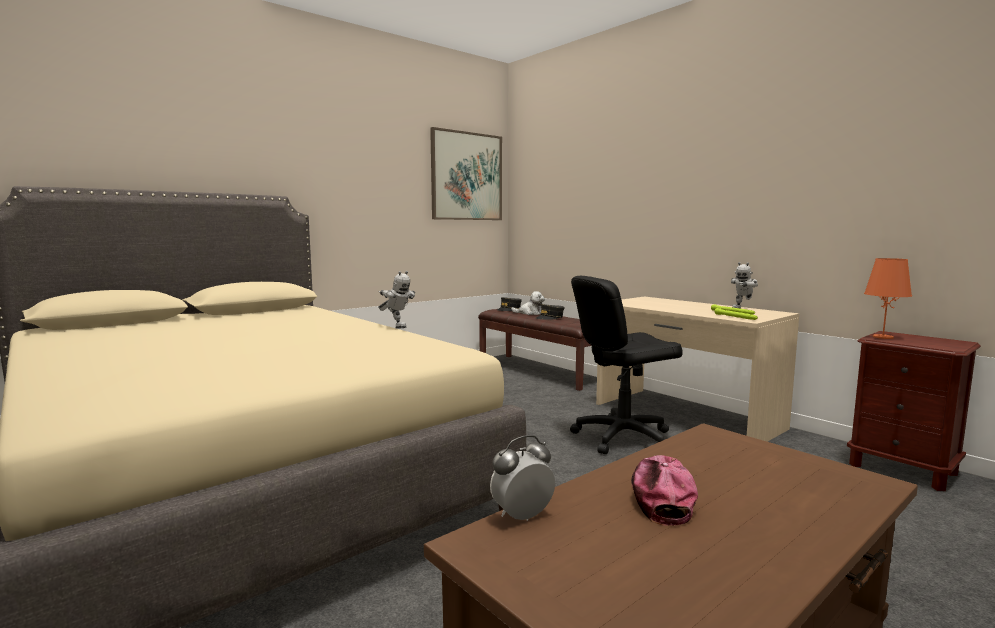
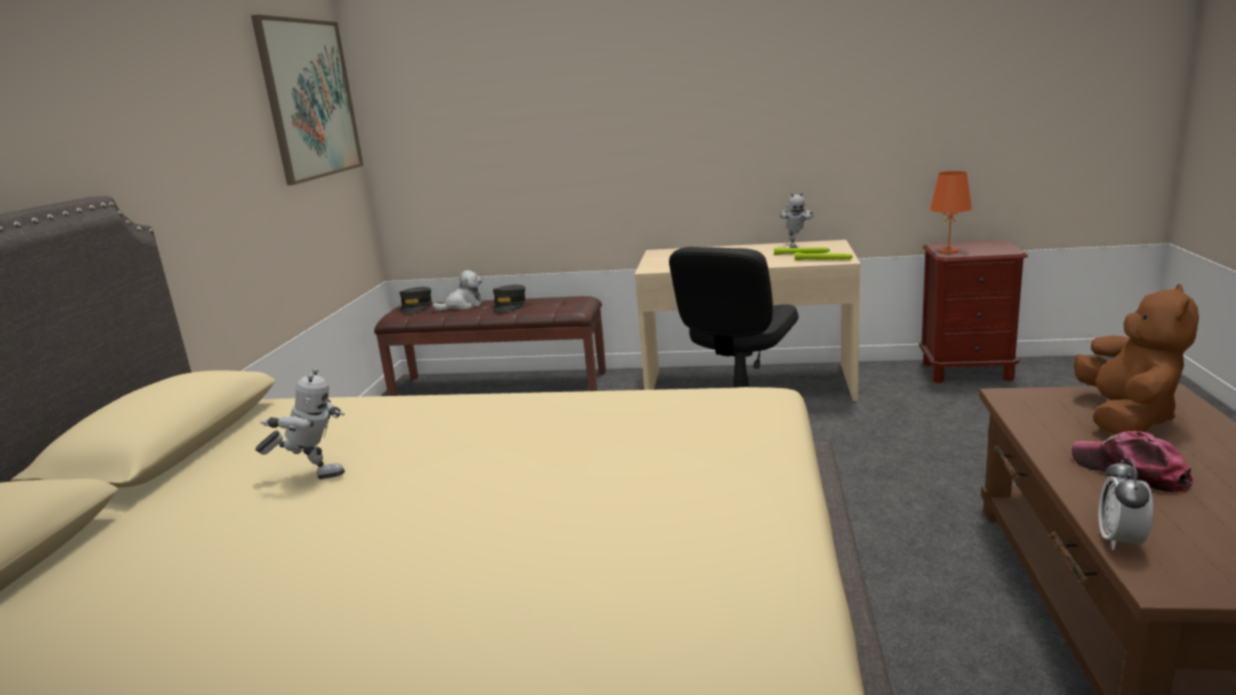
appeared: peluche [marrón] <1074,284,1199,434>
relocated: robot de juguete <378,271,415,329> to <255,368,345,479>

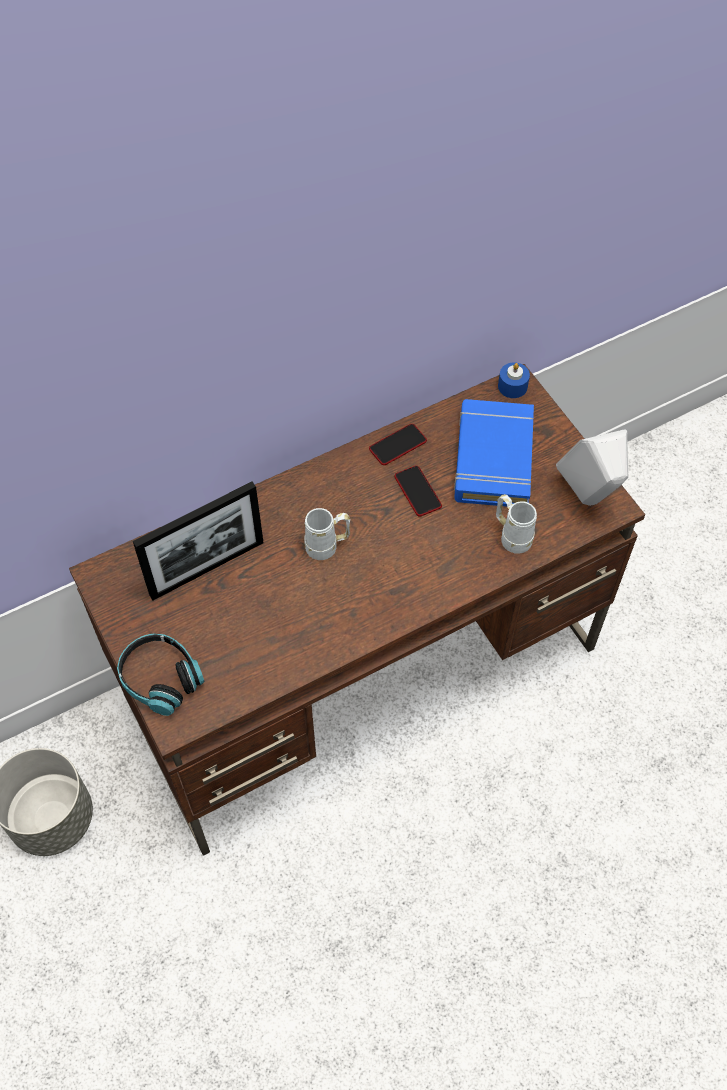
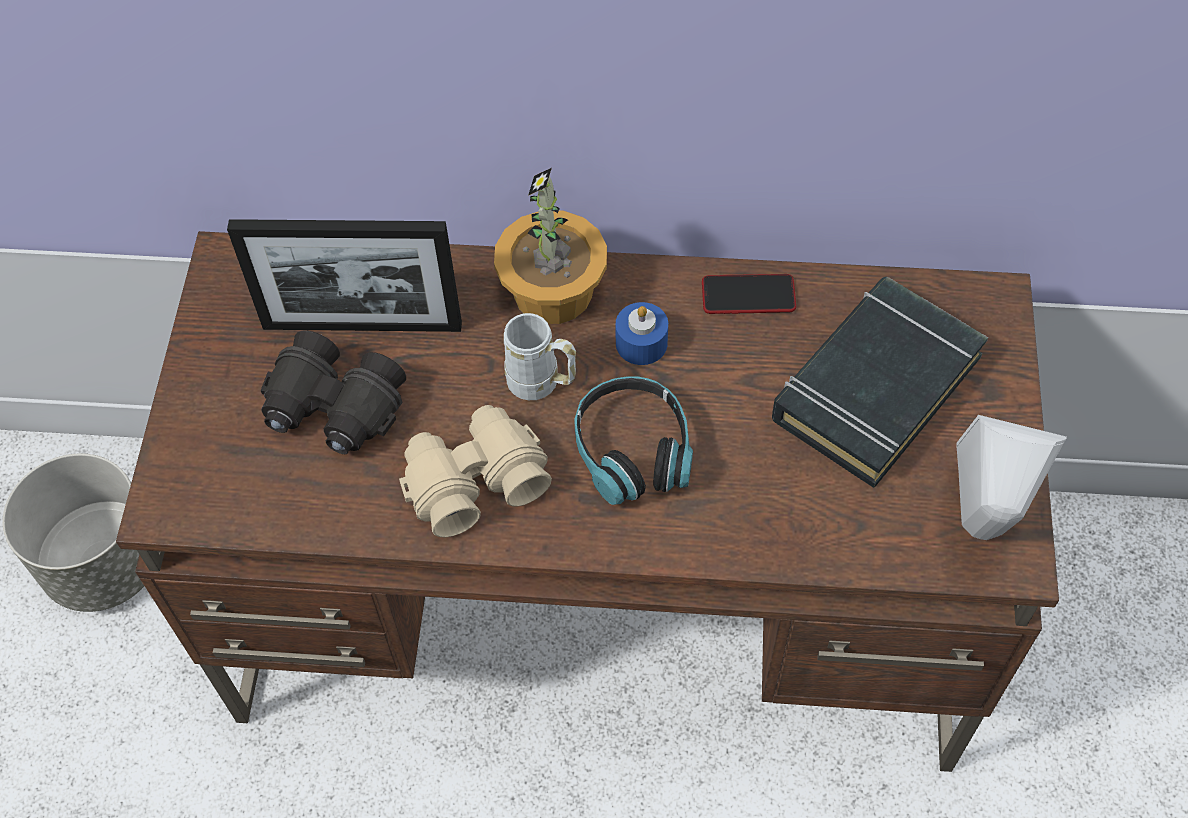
missing: móvil <394,466,442,517>; taza grande [blanco] <496,494,537,554>
appeared: planta en maceta <494,168,607,324>; prismáticos [negro] <261,330,406,454>; prismáticos [beis] <399,405,552,537>
relocated: vela [azul] <498,362,530,398> to <616,302,668,365>; auriculares <117,633,205,716> to <574,376,693,505>
colour: libro [azul] <454,399,534,507> to libro [negro] <772,277,988,488>

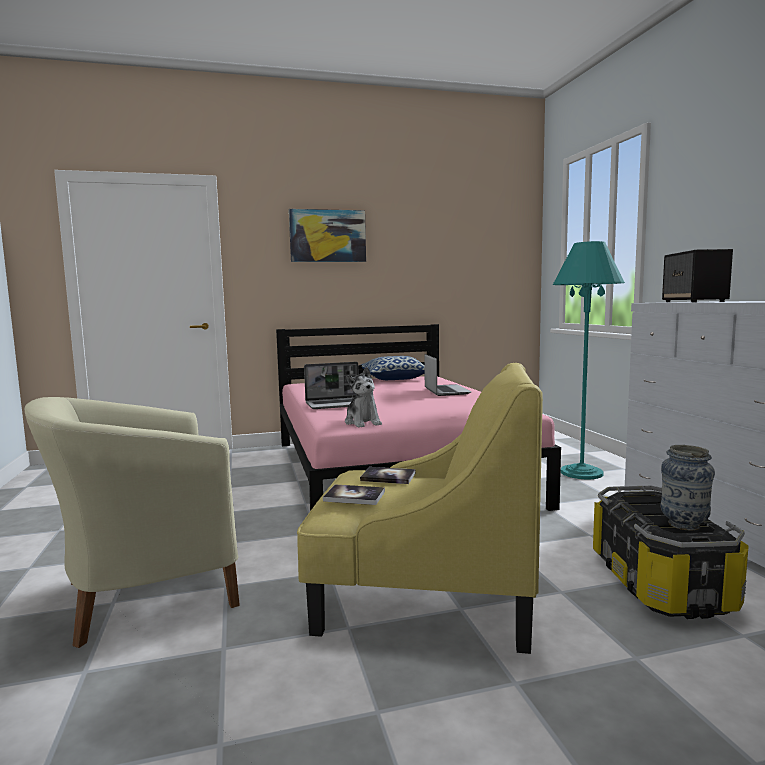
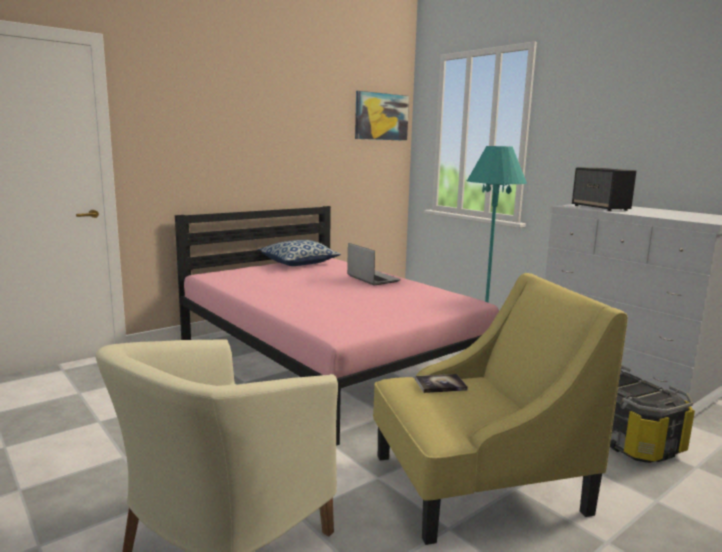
missing: portátil <304,362,359,409>; peluche <345,367,382,428>; florero <660,445,715,530>; libro <323,485,385,505>
relocated: cuadro <289,209,366,262> to <355,91,409,141>

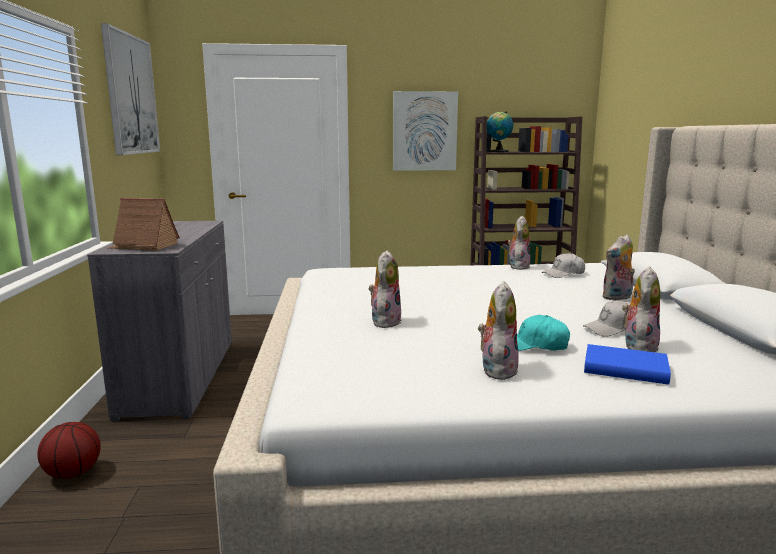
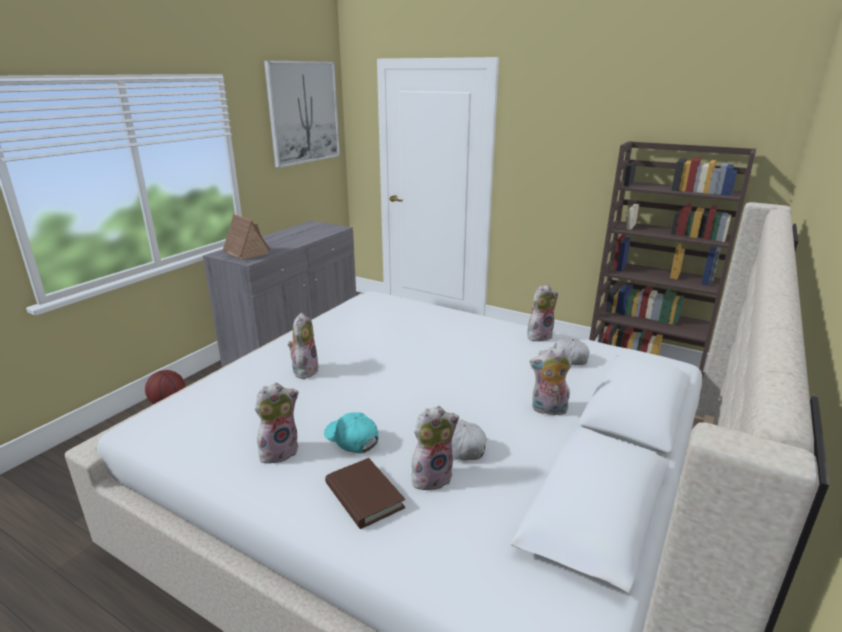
missing: cuadro <393,91,458,171>; globo terráqueo <487,112,513,152>
colour: libro [azul] <584,344,671,385> to libro [marrón] <325,458,405,529>
spun: peluche <369,250,402,328> = <288,312,319,379> 45 degrees counterclockwise

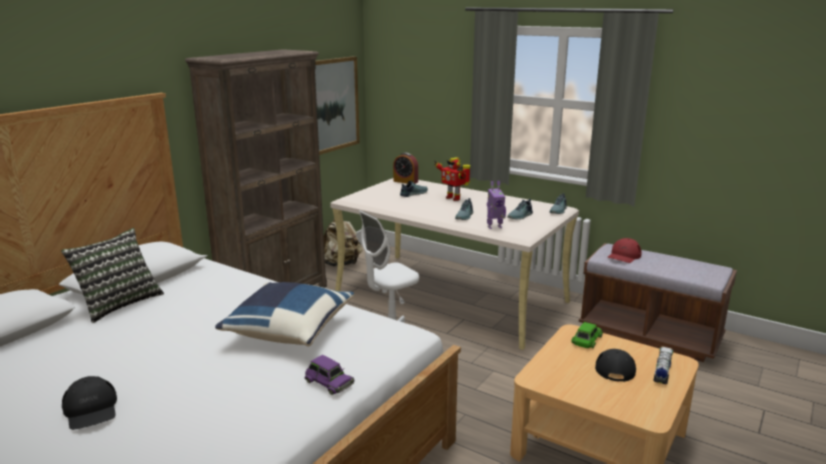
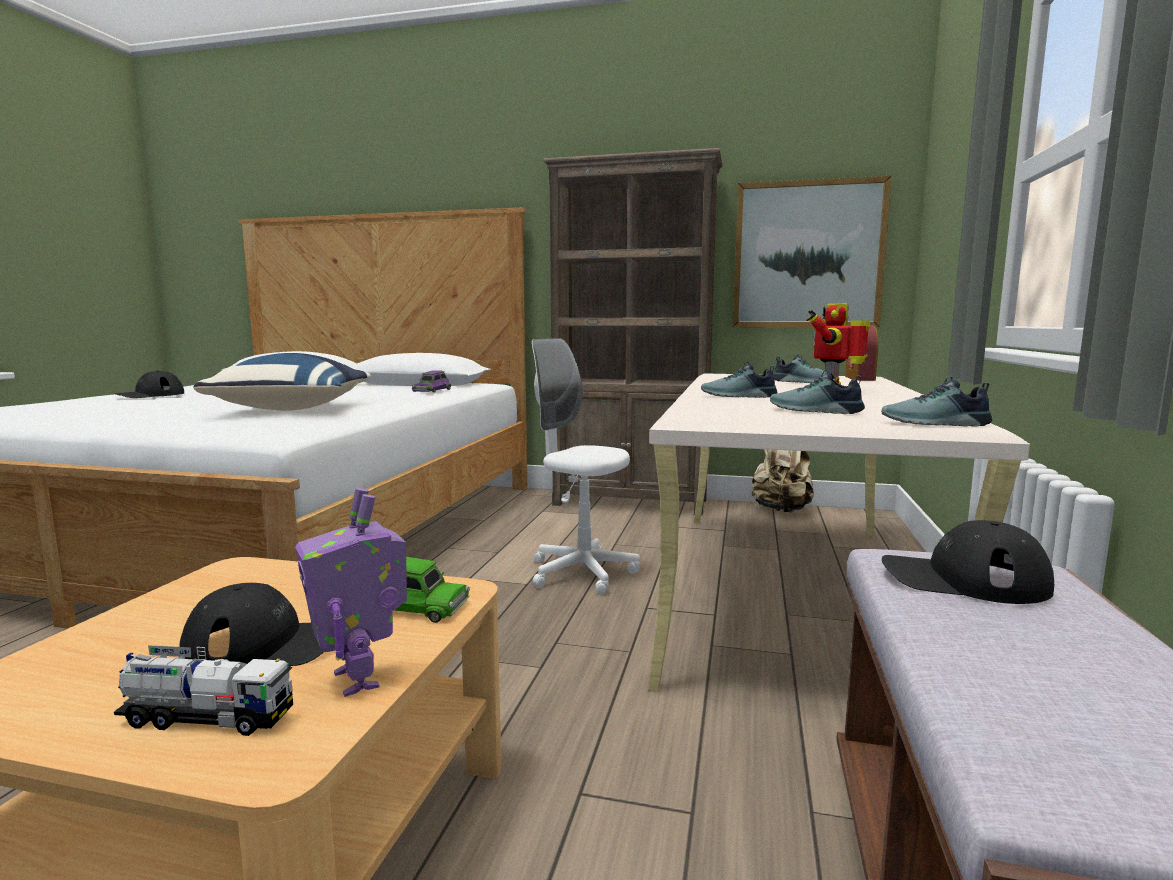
missing: cojín <61,228,164,323>
relocated: robot de juguete <487,181,506,229> to <295,488,407,697>; coche de juguete [morado] <304,355,354,395> to <412,370,451,393>
colour: gorra [rojo] <608,238,642,263> to gorra [negro] <882,520,1054,604>

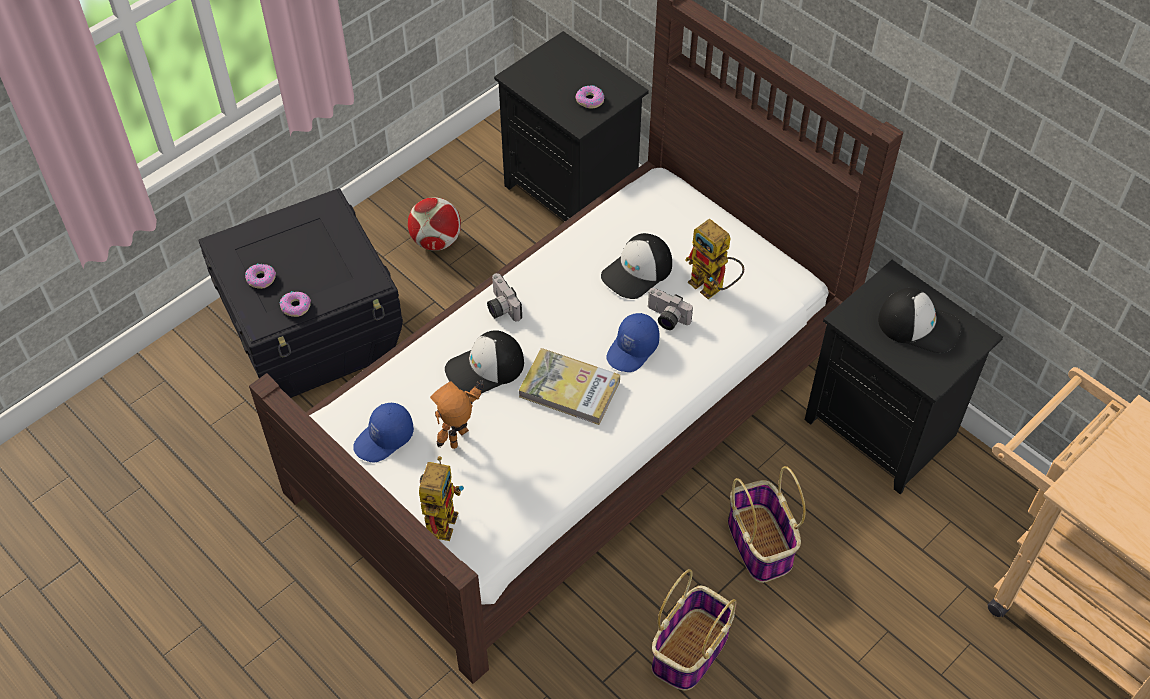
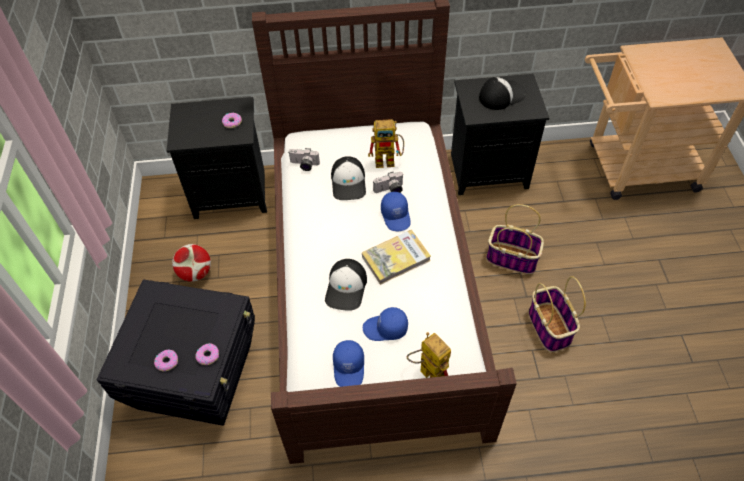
relocated: cámara <487,273,522,322> to <289,148,320,171>
exchanged: robot de juguete <430,380,484,449> to gorra [azul] <363,307,408,341>

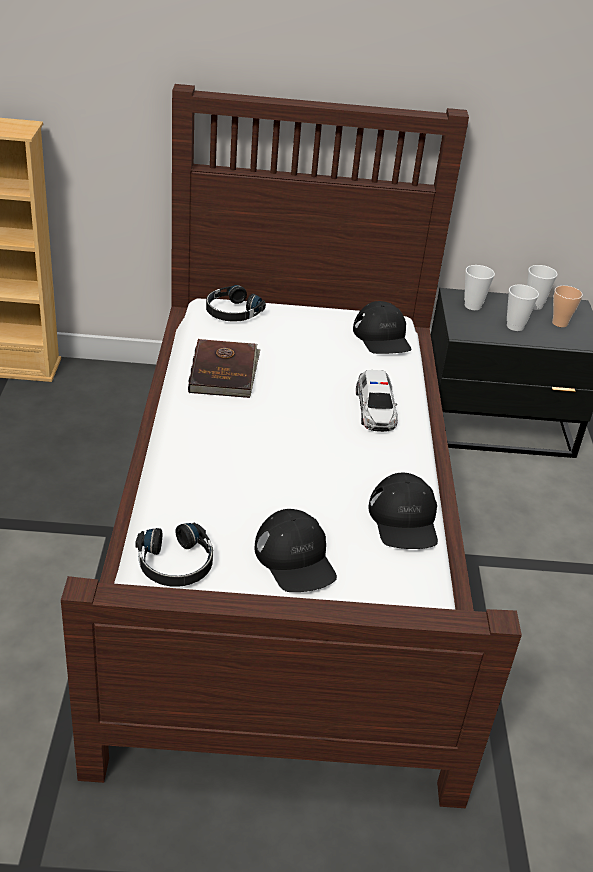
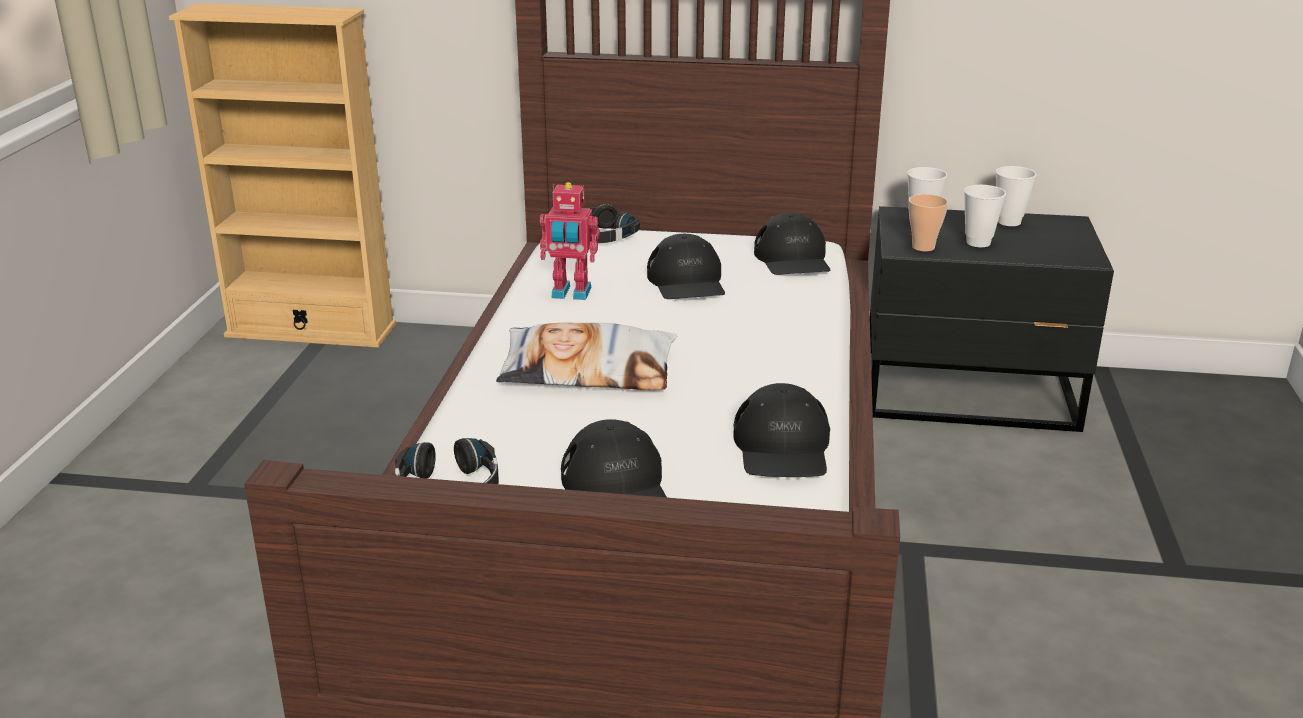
missing: coche de juguete <356,370,398,432>
appeared: gorra [negro] <647,234,725,299>; cojín <496,323,677,390>
relocated: taza <552,286,583,327> to <908,194,948,252>
exchanged: libro [marrón] <188,339,260,398> to robot de juguete <540,182,600,300>

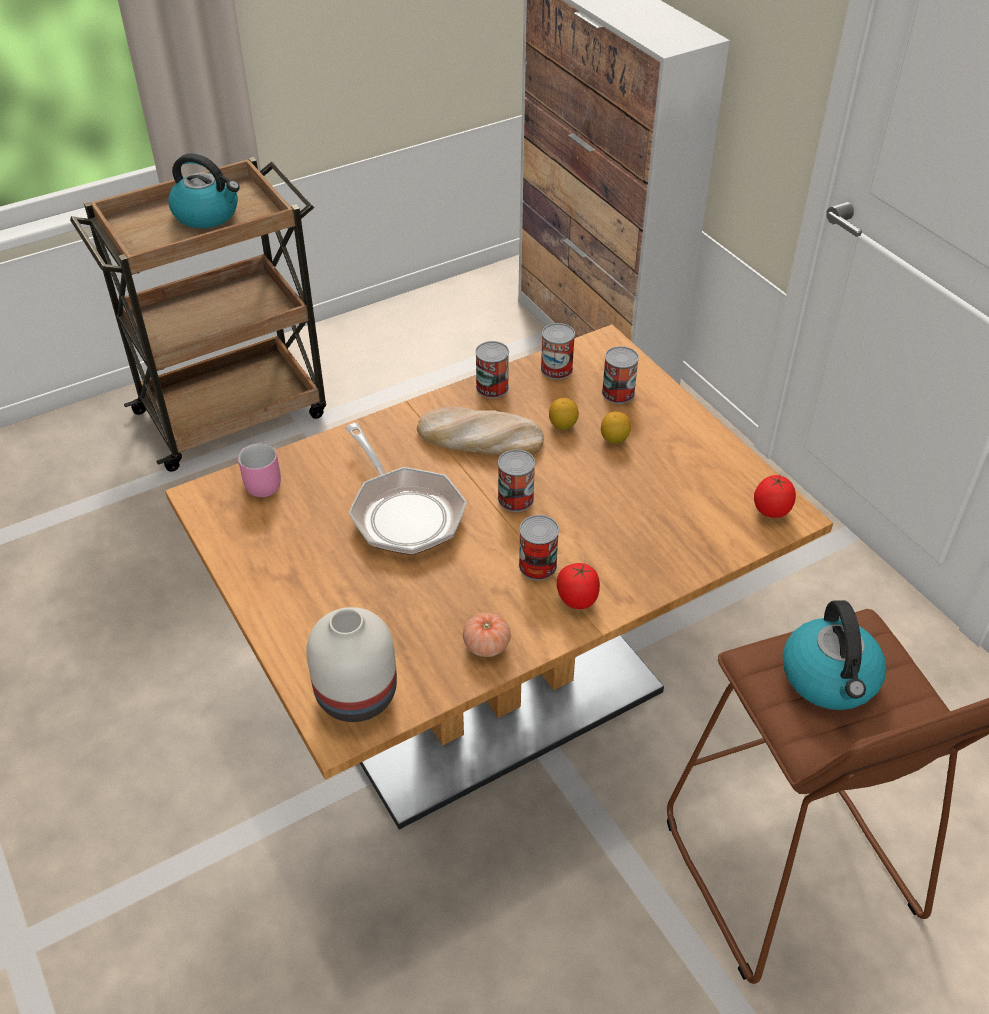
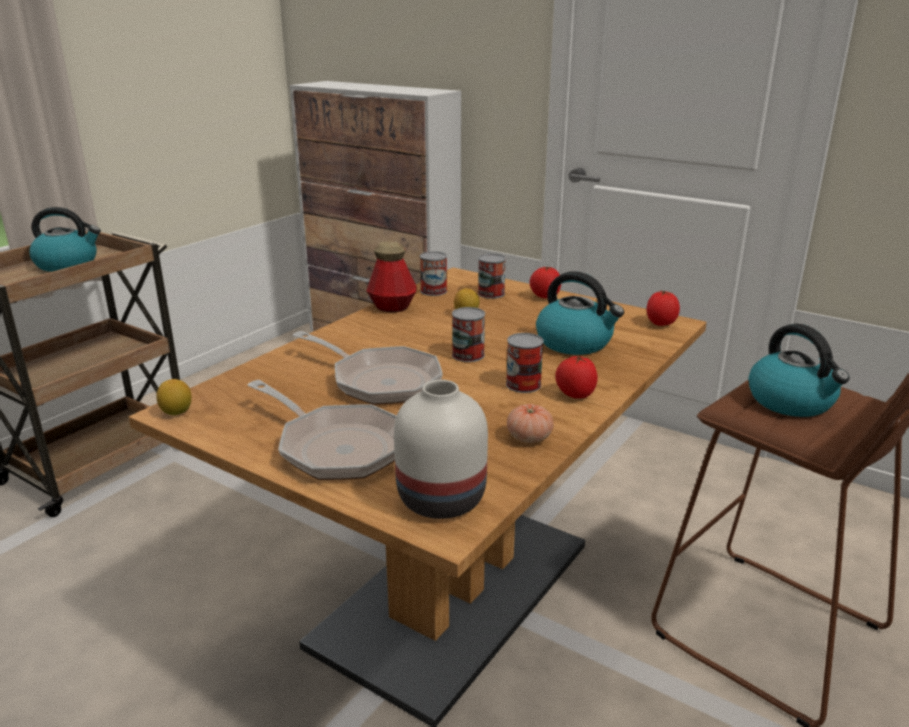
missing: pan <417,406,544,455>; taza grande [rosa] <238,443,281,497>
appeared: tomate <530,266,561,299>; hervidor <536,271,624,355>; sartén <247,380,396,480>
relocated: limón <601,411,631,444> to <156,379,192,415>
exchanged: lata <475,341,509,398> to botella <366,241,417,312>

